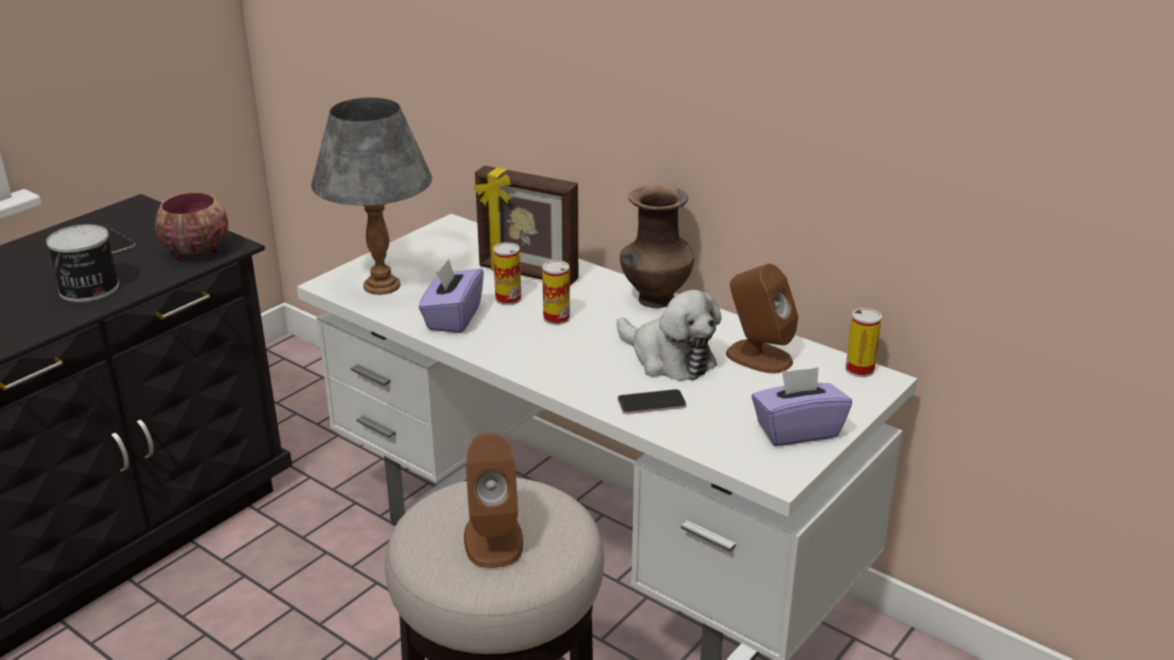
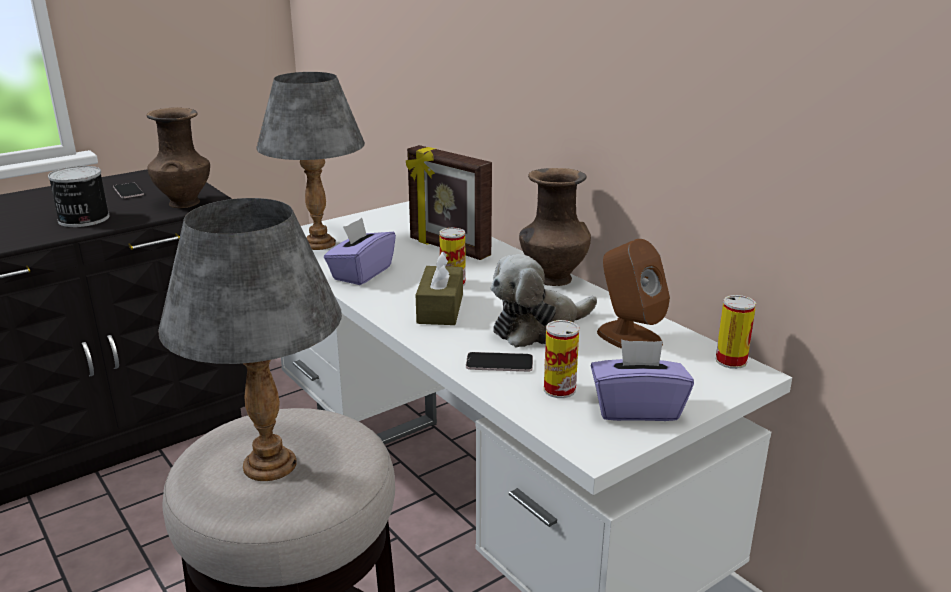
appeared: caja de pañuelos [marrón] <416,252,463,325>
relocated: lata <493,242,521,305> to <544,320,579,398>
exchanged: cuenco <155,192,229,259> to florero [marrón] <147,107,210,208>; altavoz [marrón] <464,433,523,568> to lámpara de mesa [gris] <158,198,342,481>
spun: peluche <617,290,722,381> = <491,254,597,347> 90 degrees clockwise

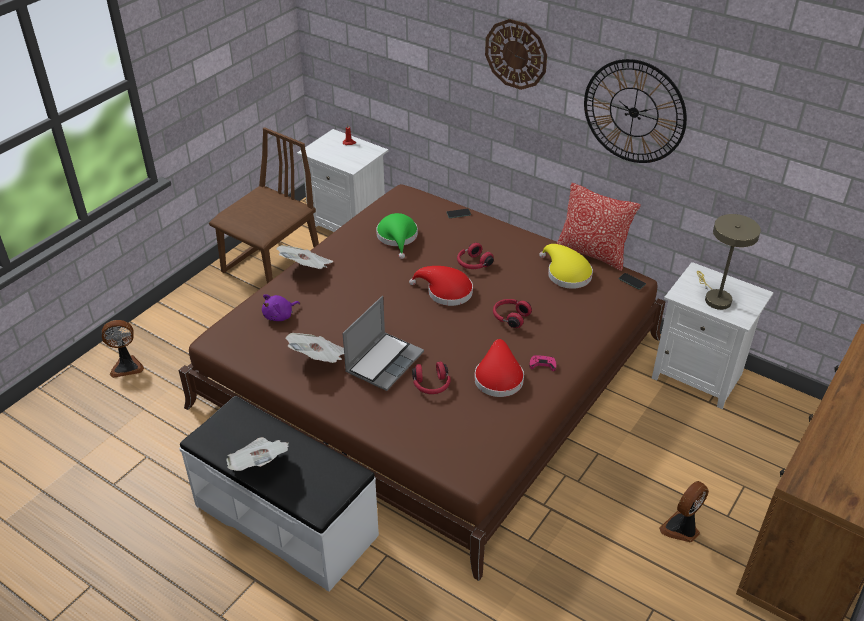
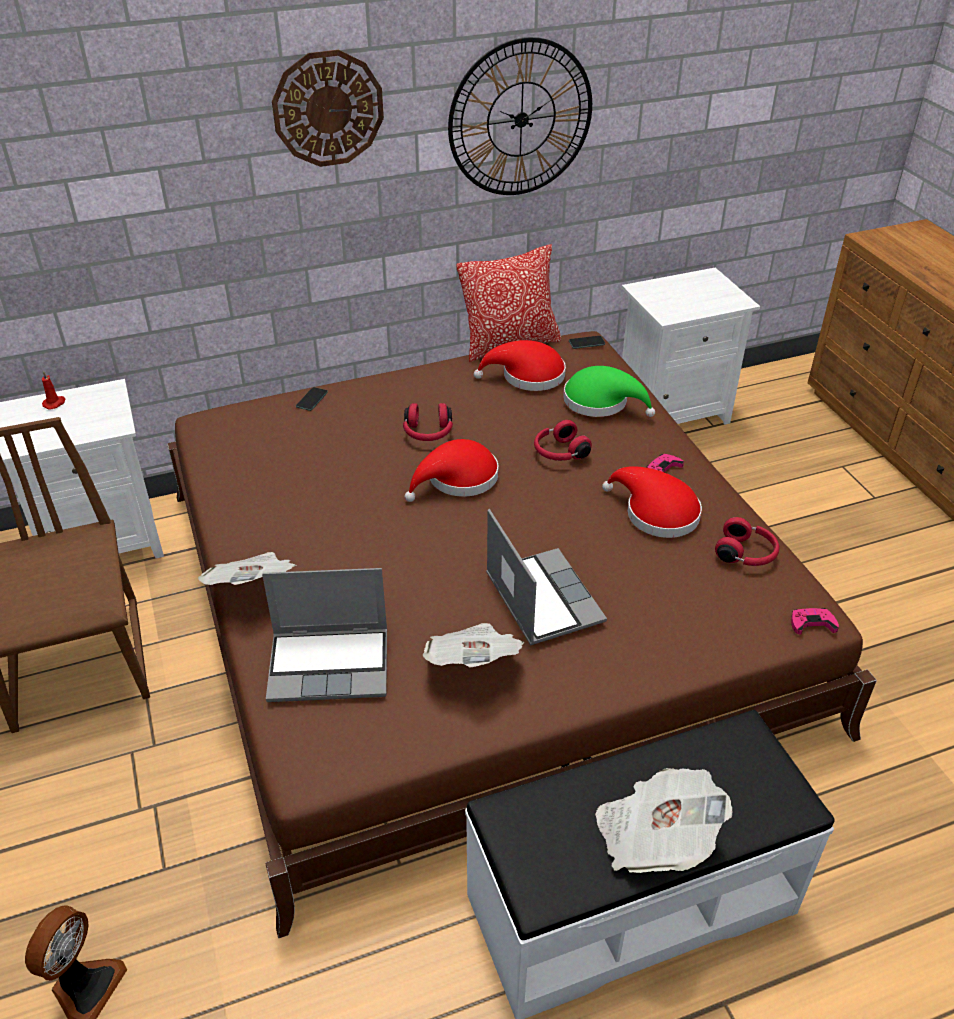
missing: lámpara de mesa [beis] <697,214,761,310>; ventilador <659,481,709,543>
appeared: mando de consola [rosa] <791,608,839,635>
relocated: sombrero [verde] <376,213,418,259> to <563,366,655,417>; auriculares [rojo] <412,362,451,394> to <715,517,779,566>
exchanged: peluche [morado] <262,294,300,321> to portátil <262,568,387,702>
colour: sombrero [amarillo] <539,244,593,289> to sombrero [rojo] <474,340,566,391>

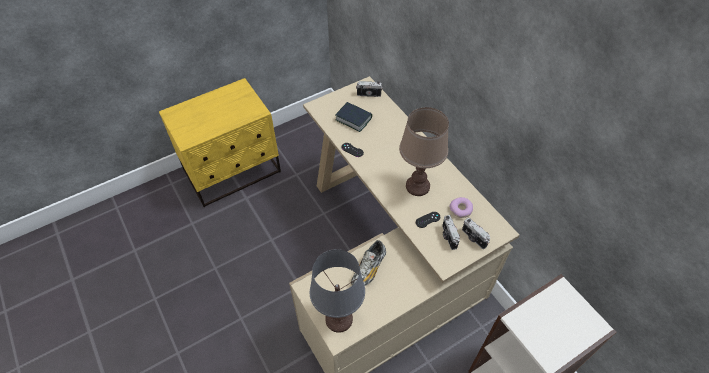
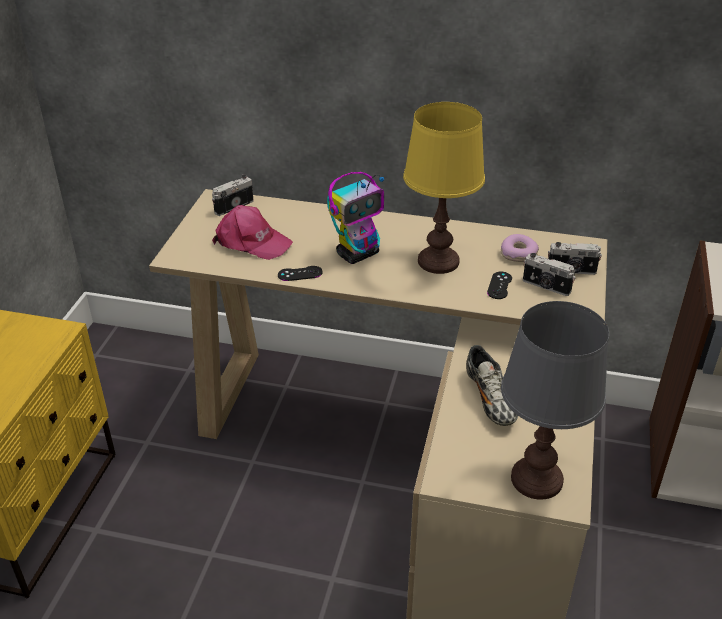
appeared: robot de juguete <327,172,384,264>
exchanged: libro <335,102,372,132> to gorra [rosa] <212,205,293,260>
colour: lámpara de mesa [marrón] <399,107,449,196> to lámpara de mesa [amarillo] <403,102,485,274>

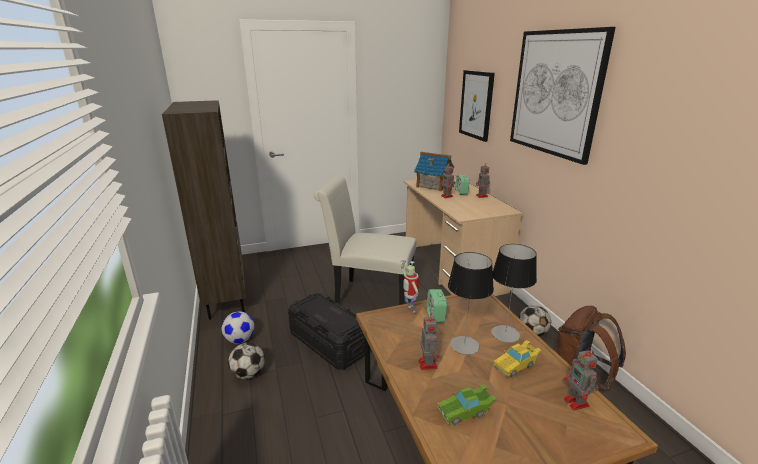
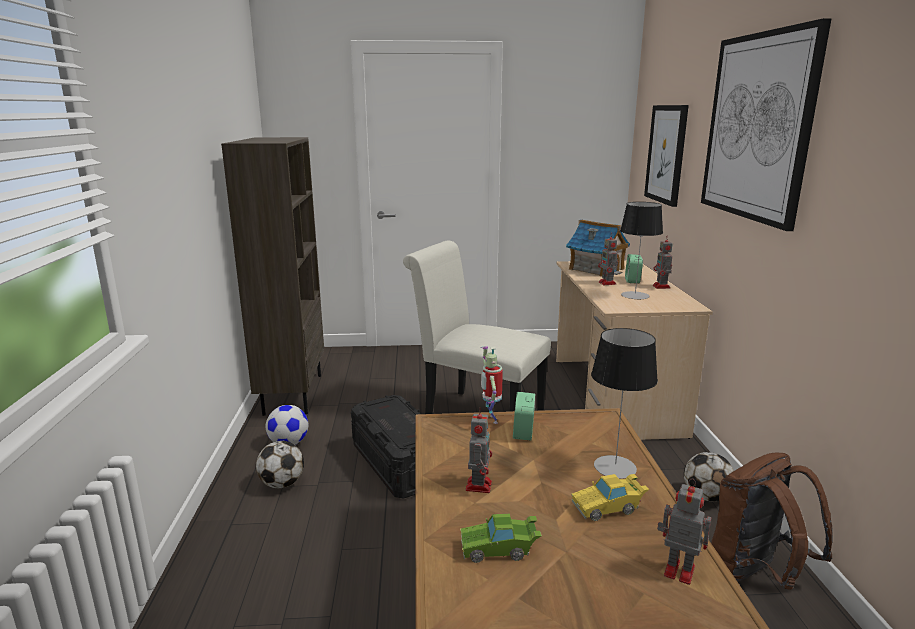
relocated: lámpara de mesa <448,252,494,355> to <620,202,663,300>
spun: robot de juguete <563,347,599,411> = <657,478,711,585> 120 degrees clockwise

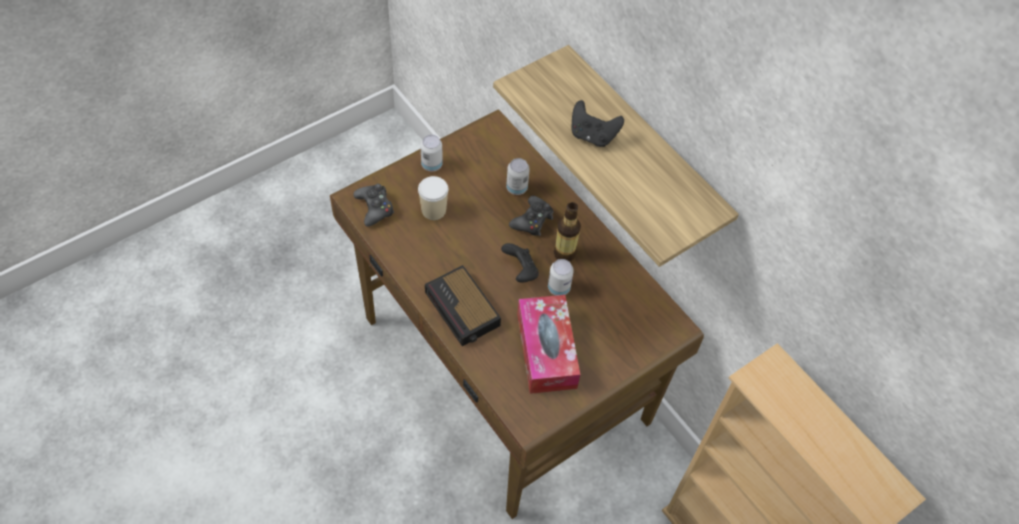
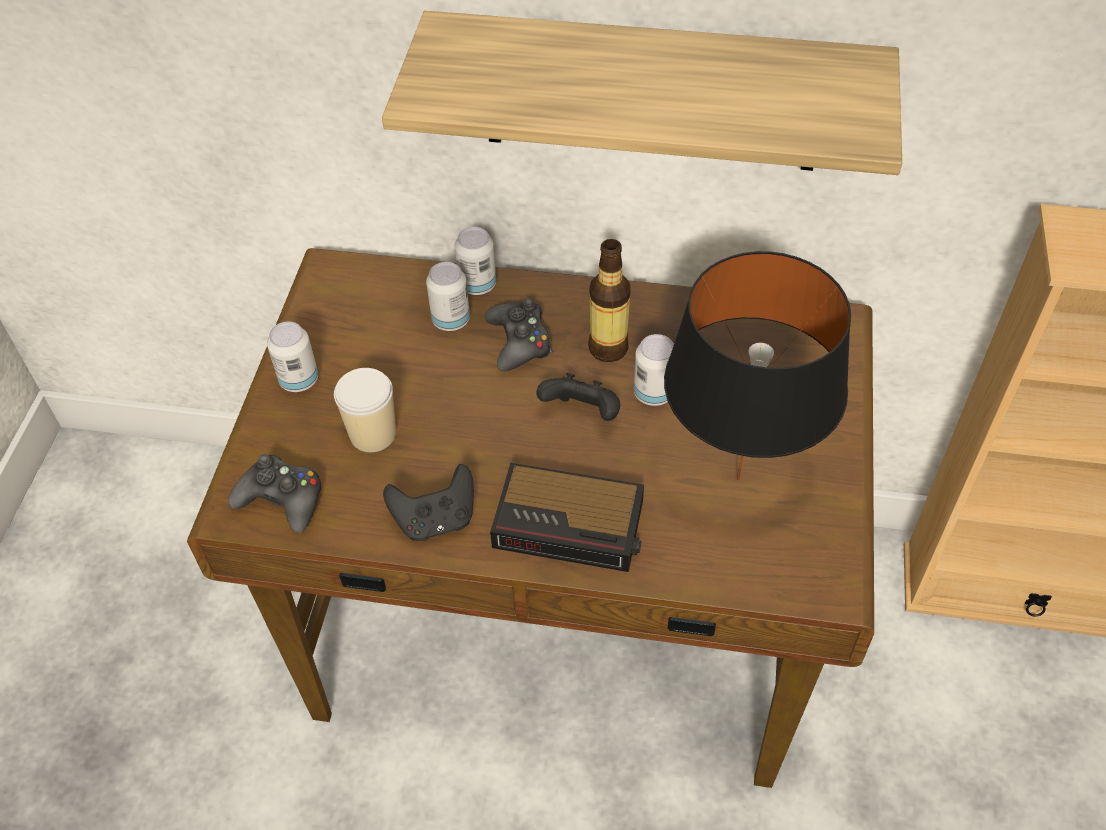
appeared: lata <455,227,496,295>
relocated: mando de consola [negro] <571,100,624,147> to <383,464,474,541>
exchanged: caja de pañuelos <517,295,580,394> to lámpara de mesa [negro] <664,251,851,480>

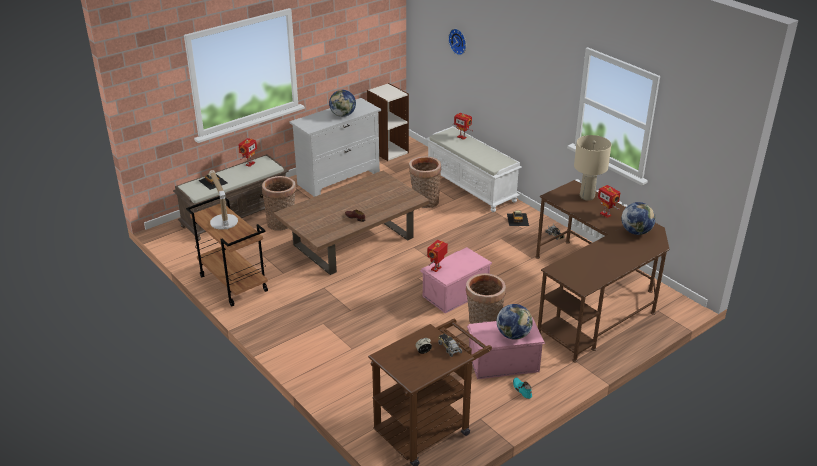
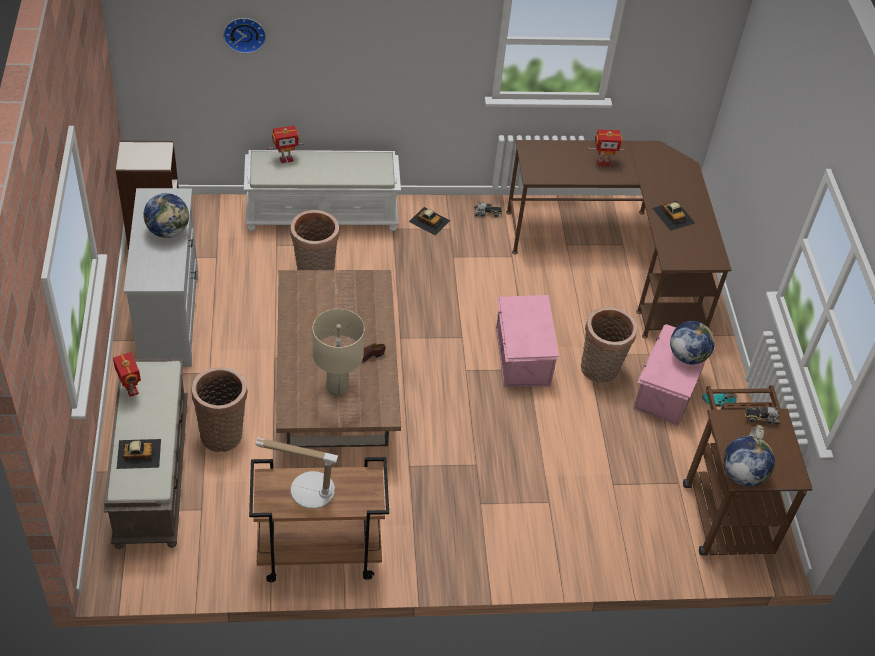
missing: robot de juguete <427,240,448,272>
appeared: coche de juguete <652,201,695,231>
relocated: lámpara de mesa [beis] <574,135,611,201> to <313,309,365,395>; globo terráqueo <622,202,656,235> to <723,436,775,487>

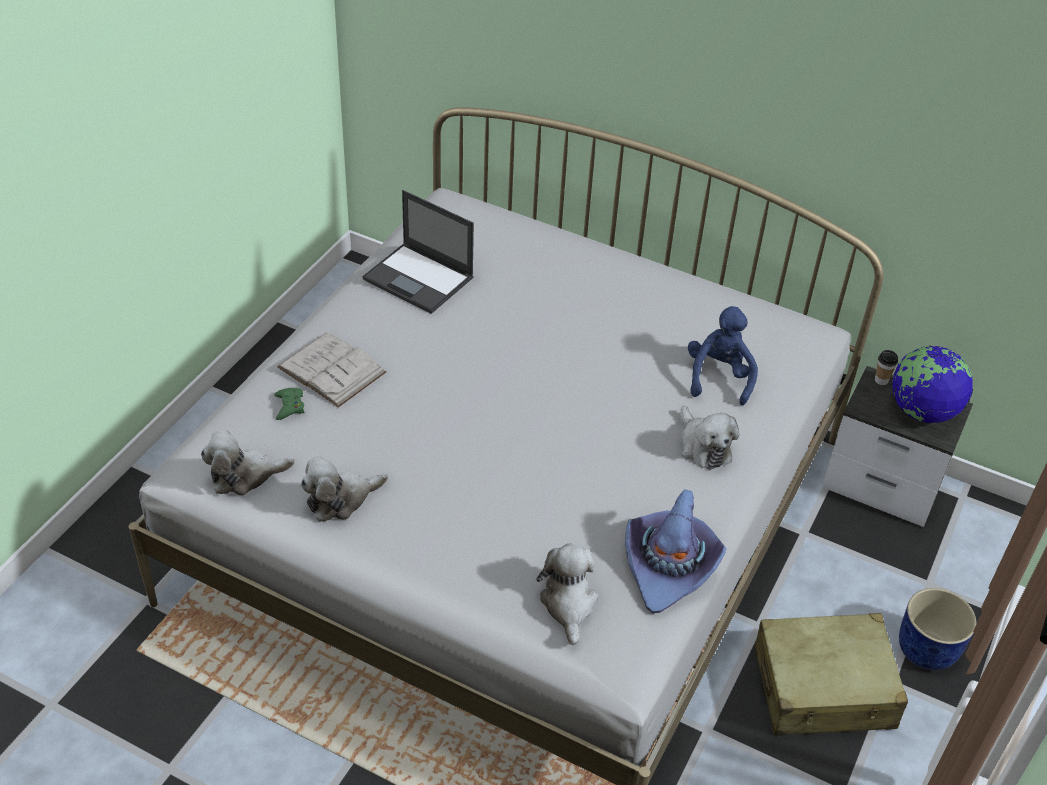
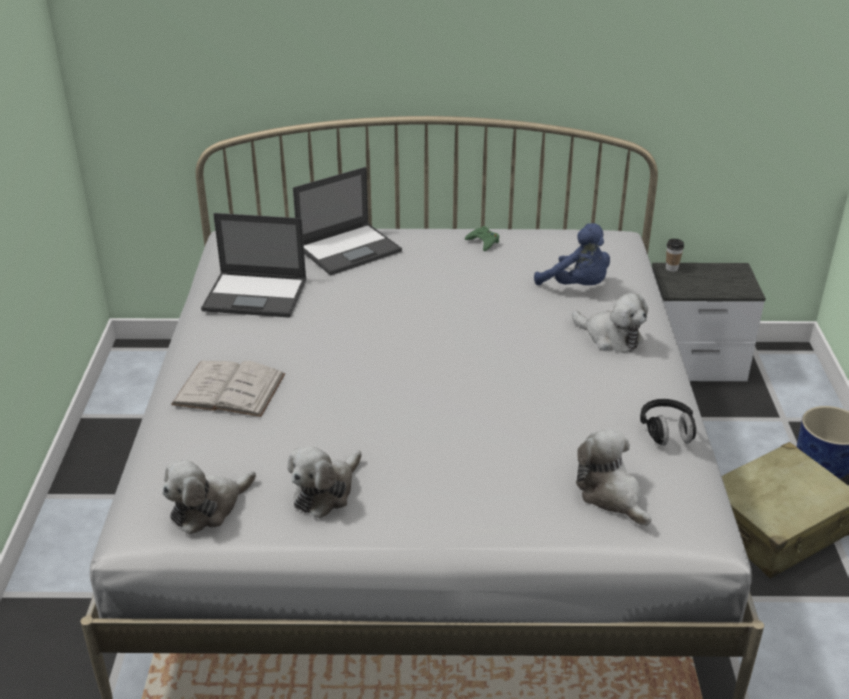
missing: globo terráqueo <892,346,973,423>
appeared: portátil <293,167,402,275>
relocated: mando de consola [verde] <274,388,304,420> to <465,226,499,251>
exchanged: sombrero [morado] <625,489,726,613> to auriculares [negro] <640,399,696,446>
spun: peluche [azul] <688,306,758,405> = <534,223,610,285> 150 degrees clockwise

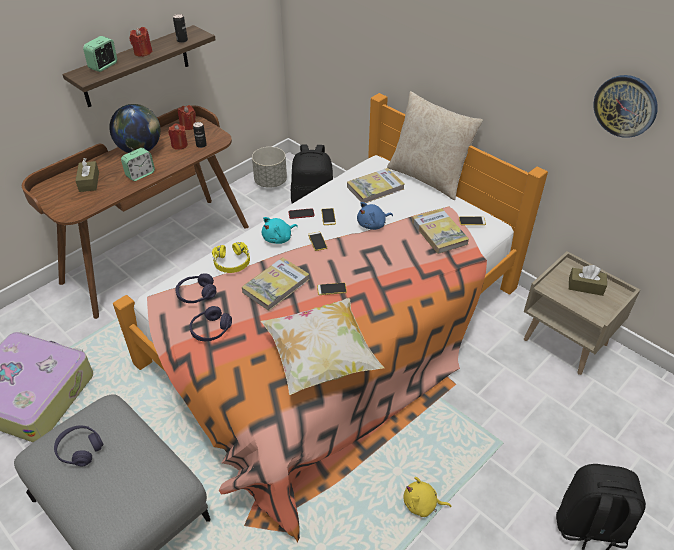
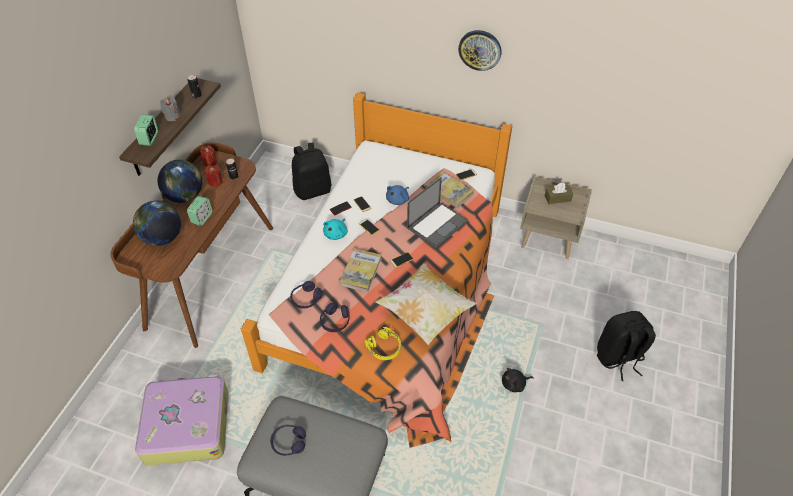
missing: cojín [beis] <387,91,483,200>; maceta [gris] <252,147,287,188>; libro <347,168,405,203>
appeared: portátil <407,177,468,248>
relocated: reloj de pared <593,75,658,138> to <458,30,501,71>; auriculares [amarillo] <212,242,250,273> to <365,327,401,360>
exchanged: caja de pañuelos [marrón] <75,158,99,192> to globo terráqueo <133,201,181,246>
colour: vela [rojo] <130,27,152,57> to vela [gris] <160,96,180,121>; peluche [amarillo] <404,477,451,517> to peluche [negro] <502,368,534,392>

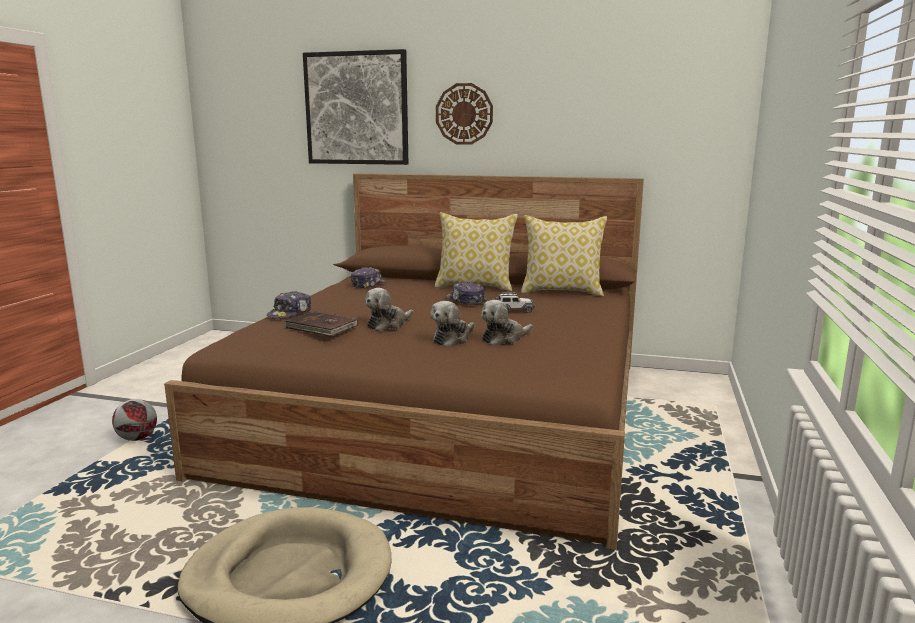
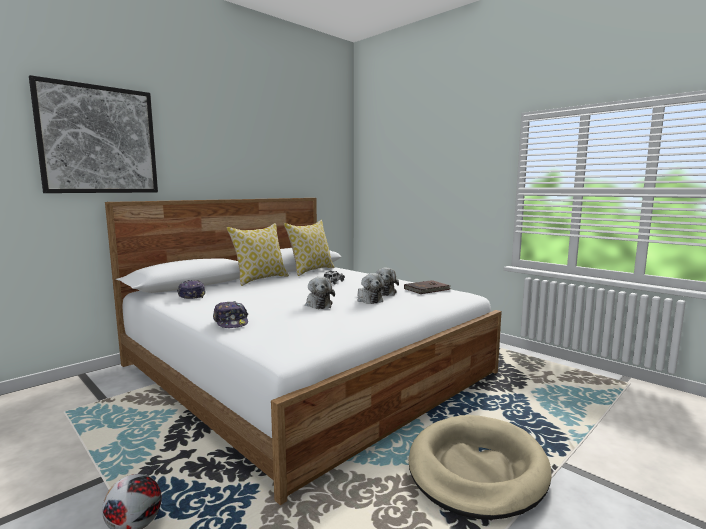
missing: reloj de pared <436,83,493,145>; gorra <445,282,486,305>
relocated: libro [marrón] <285,311,358,336> to <404,280,451,294>
colour: cama [marrón] <164,174,644,550> to cama [blanco] <105,198,502,505>

